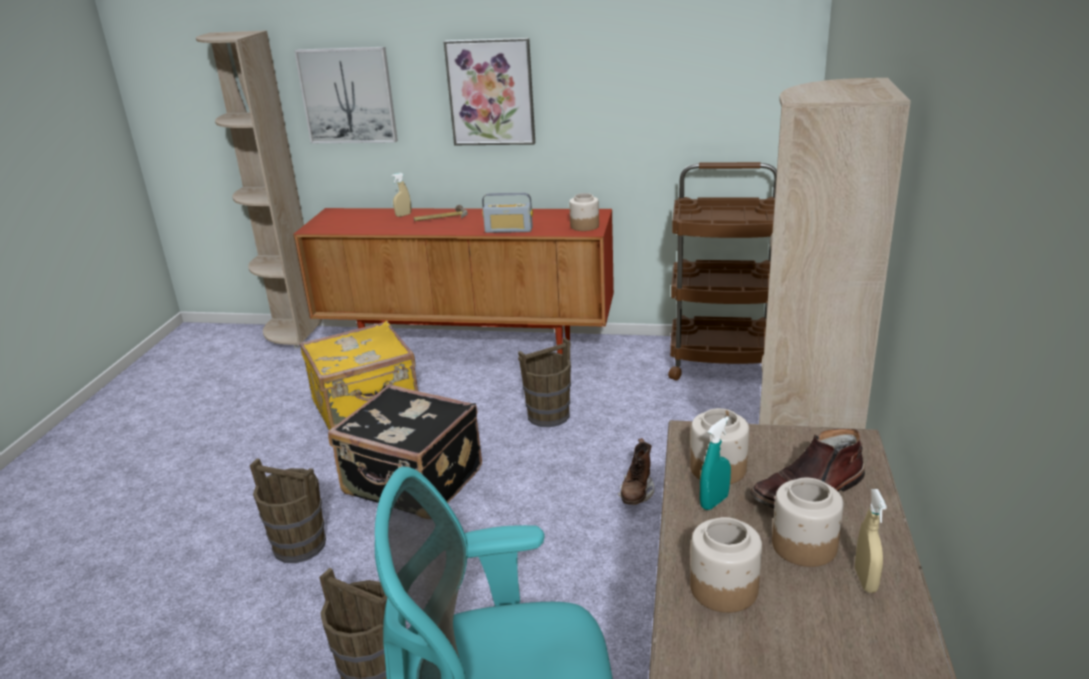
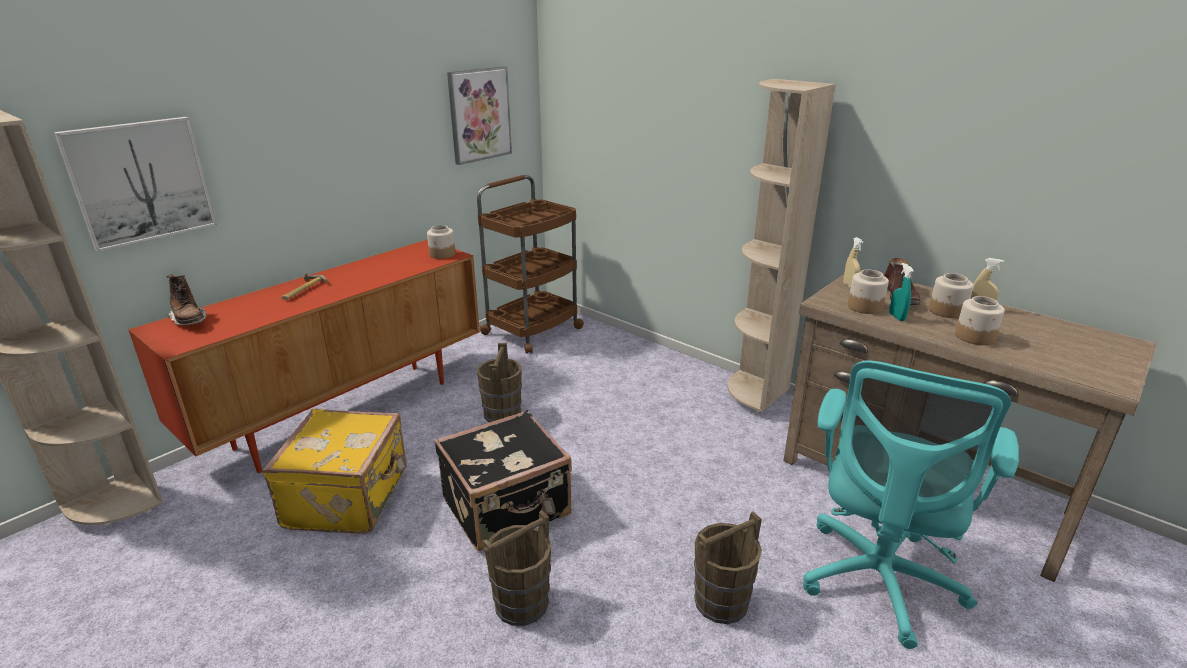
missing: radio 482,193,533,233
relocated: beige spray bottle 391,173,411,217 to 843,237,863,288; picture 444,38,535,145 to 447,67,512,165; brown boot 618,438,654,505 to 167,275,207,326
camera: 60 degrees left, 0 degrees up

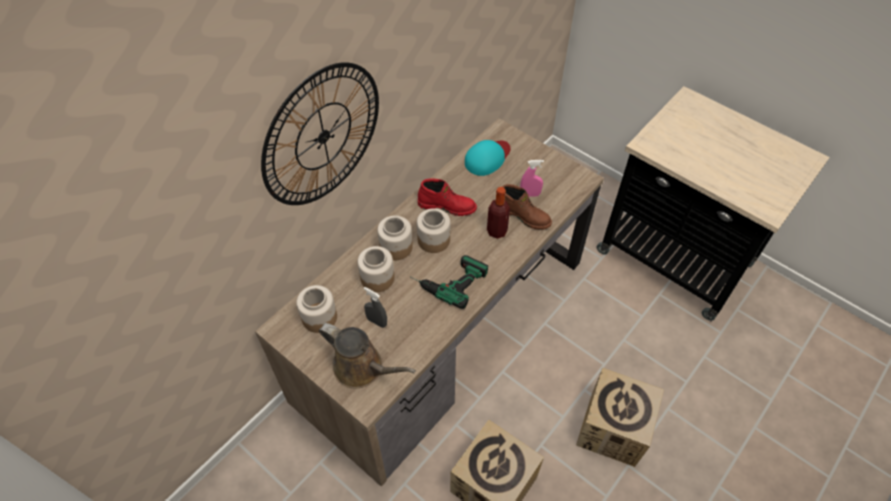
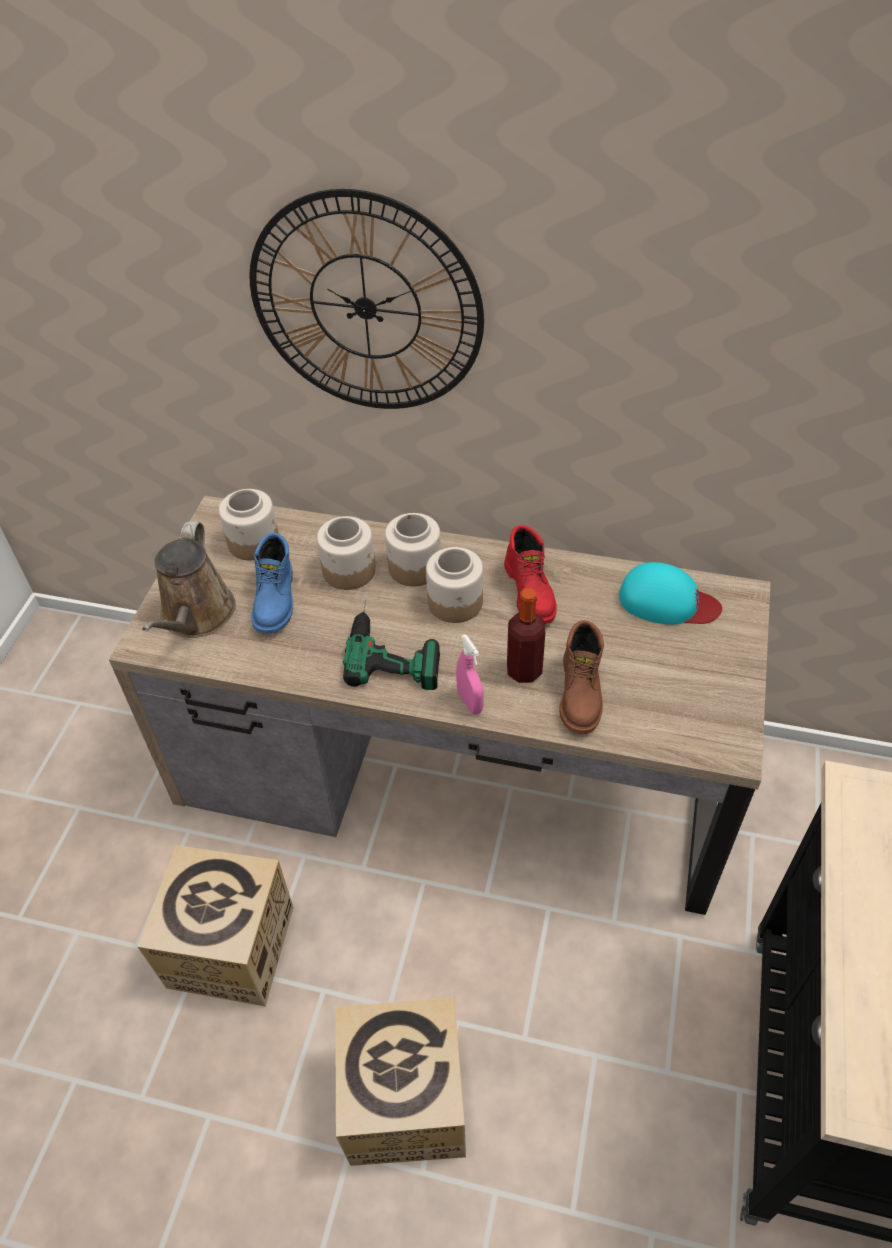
relocated: pink spray bottle 520,160,544,197 to 456,634,484,715
exchanged: grey spray bottle 363,287,387,328 to blue boot 251,532,293,634
camera: 65 degrees right, 5 degrees down

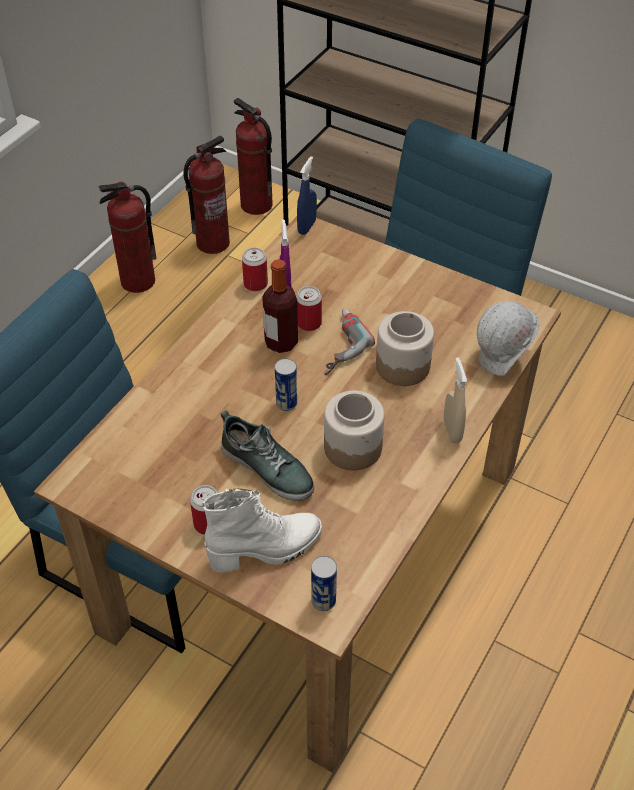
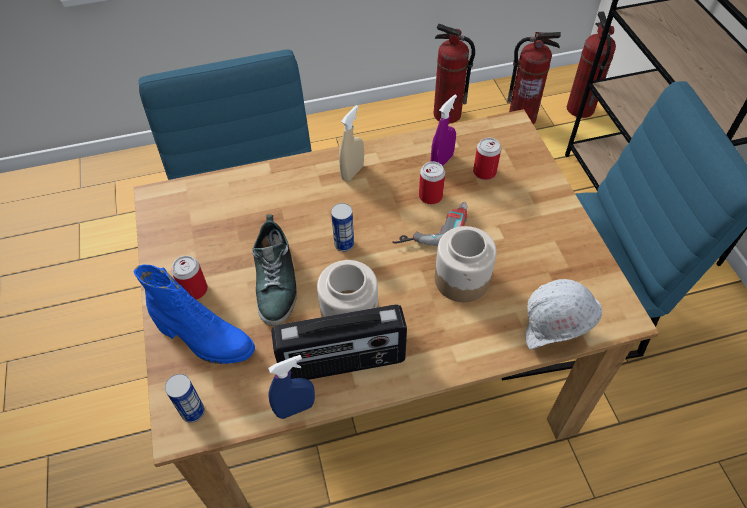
missing: bottle 262,259,298,353
appeared: radio 271,305,407,380
relocated: can 242,247,268,291 to 473,138,501,180; blue spray bottle 297,156,317,235 to 268,355,315,419; beige spray bottle 444,357,467,443 to 339,105,364,181
colour: white boot 202,488,322,573 to blue boot 134,265,255,364
camera: 45 degrees right, 5 degrees up

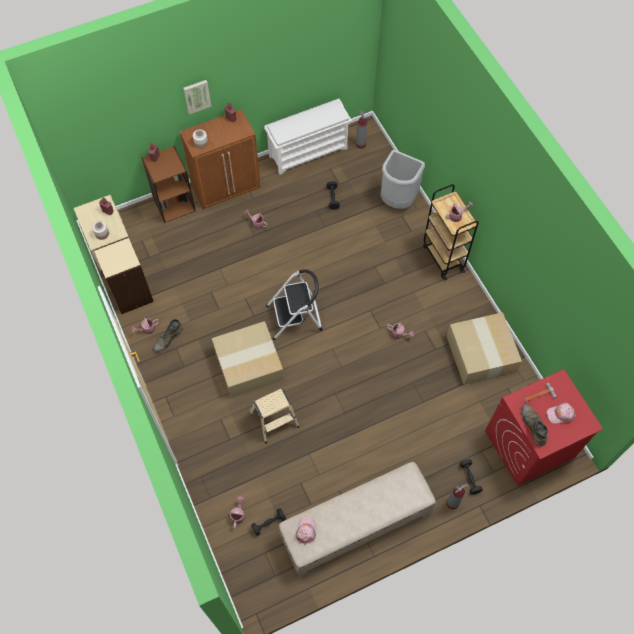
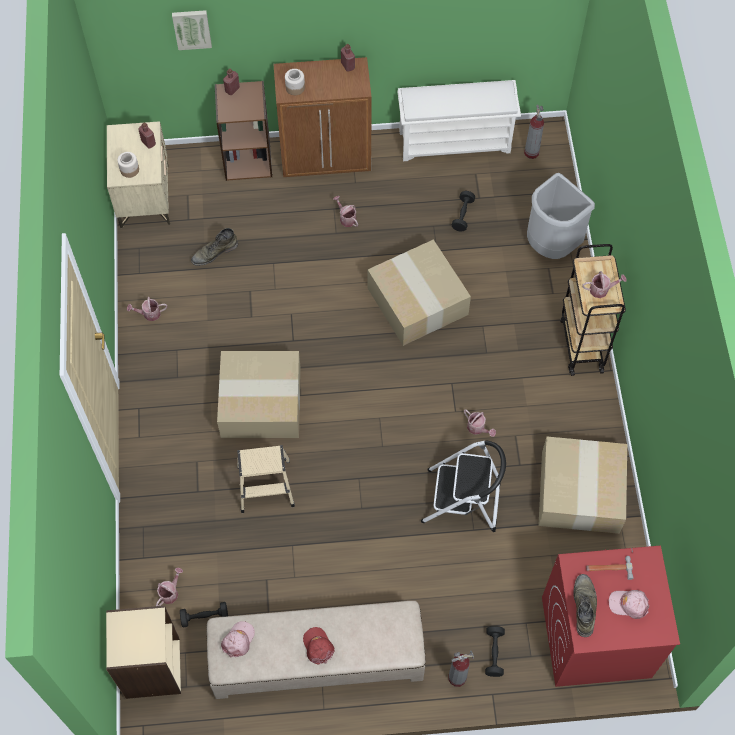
appeared: red cap 303,627,335,665; cardboard box 368,239,471,346
relocated: beige bookcase 94,237,154,314 to 106,605,181,699; green boot 153,319,183,353 to 191,228,238,266; picture 183,80,211,115 to 172,10,212,50; step ladder 266,270,323,340 to 421,440,506,532
camera: 20 degrees right, 0 degrees up

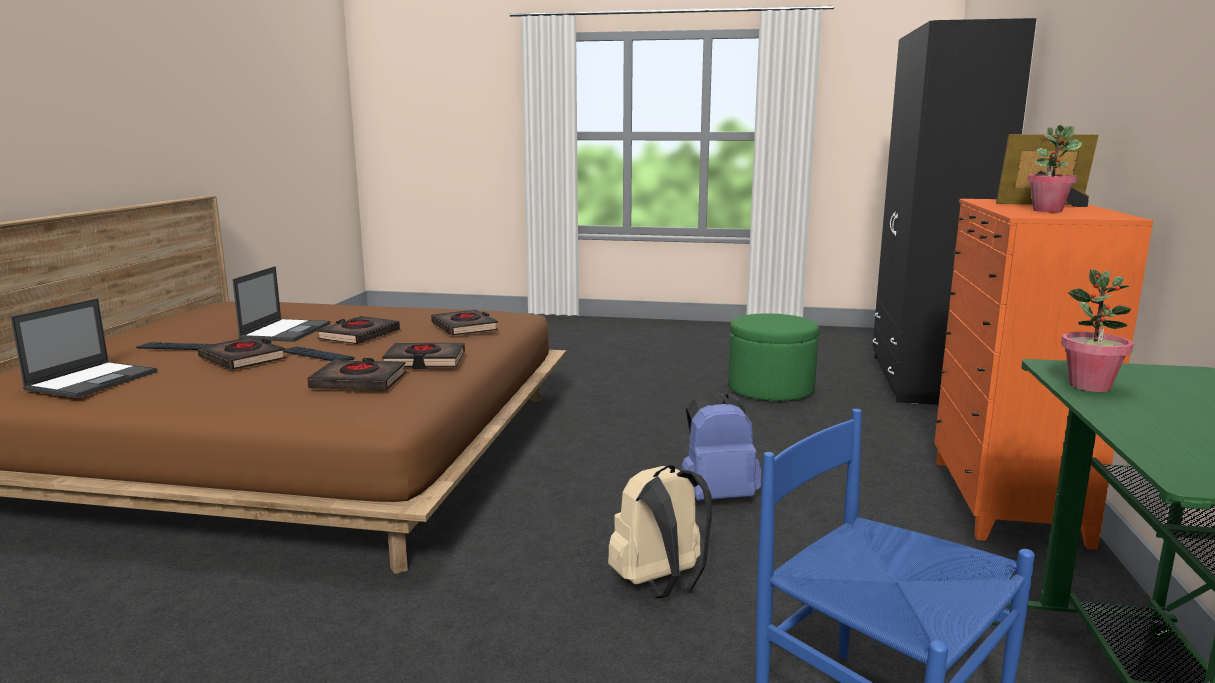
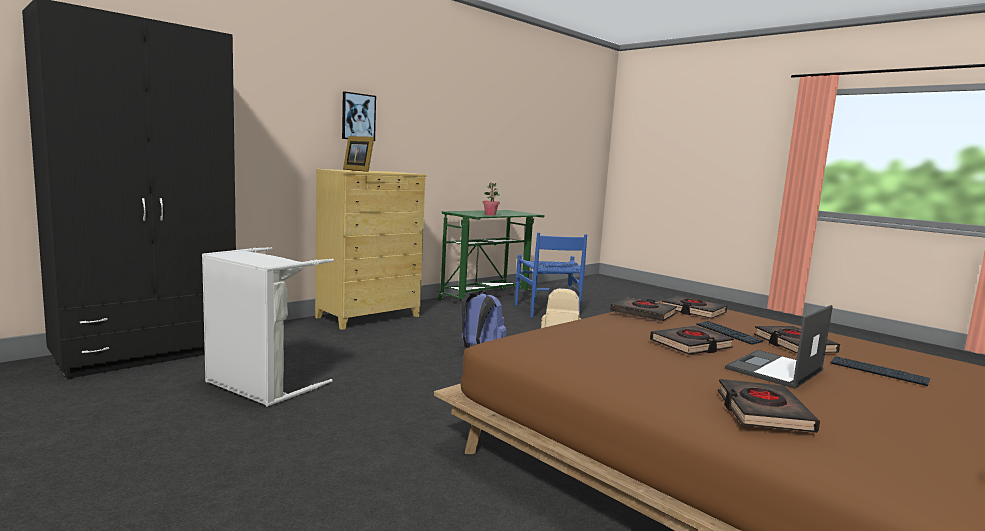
missing: laptop 11,298,157,398; potted plant 1027,125,1082,212
appeared: picture 342,91,376,141
relocated: black book 431,310,498,336 to 718,379,820,433
exchanged: green ottoman 728,313,819,402 to grey laundry basket 202,247,334,407
colour: orange dresser 934,199,1153,550 to beige dresser 315,169,427,330
camera: 145 degrees left, 5 degrees down

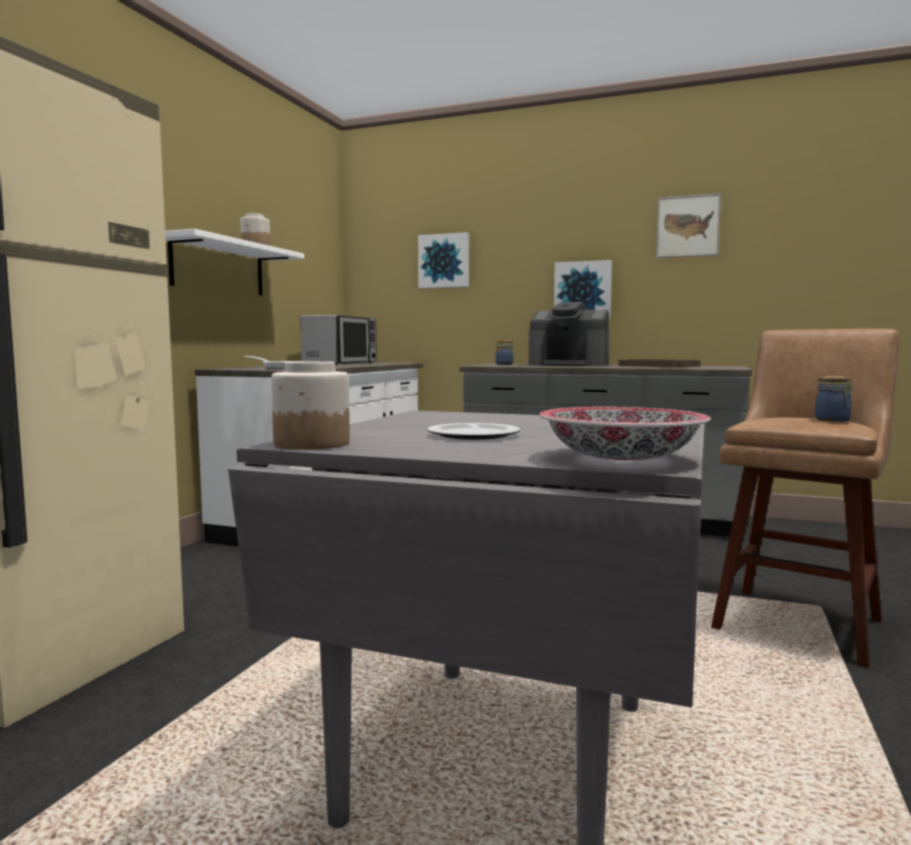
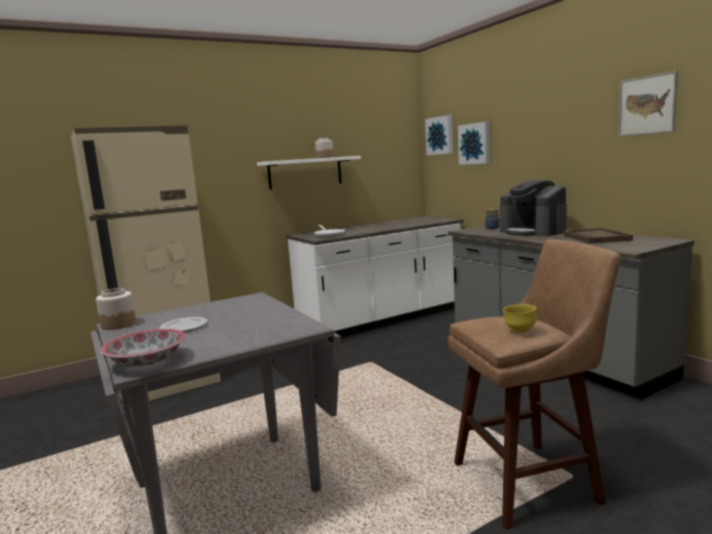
missing: microwave 300,315,377,365
relocated: picture 554,260,612,318 to 425,115,453,155
exchanged: jar 815,376,853,422 to yellow bowl 503,304,537,333
camera: 40 degrees right, 5 degrees up

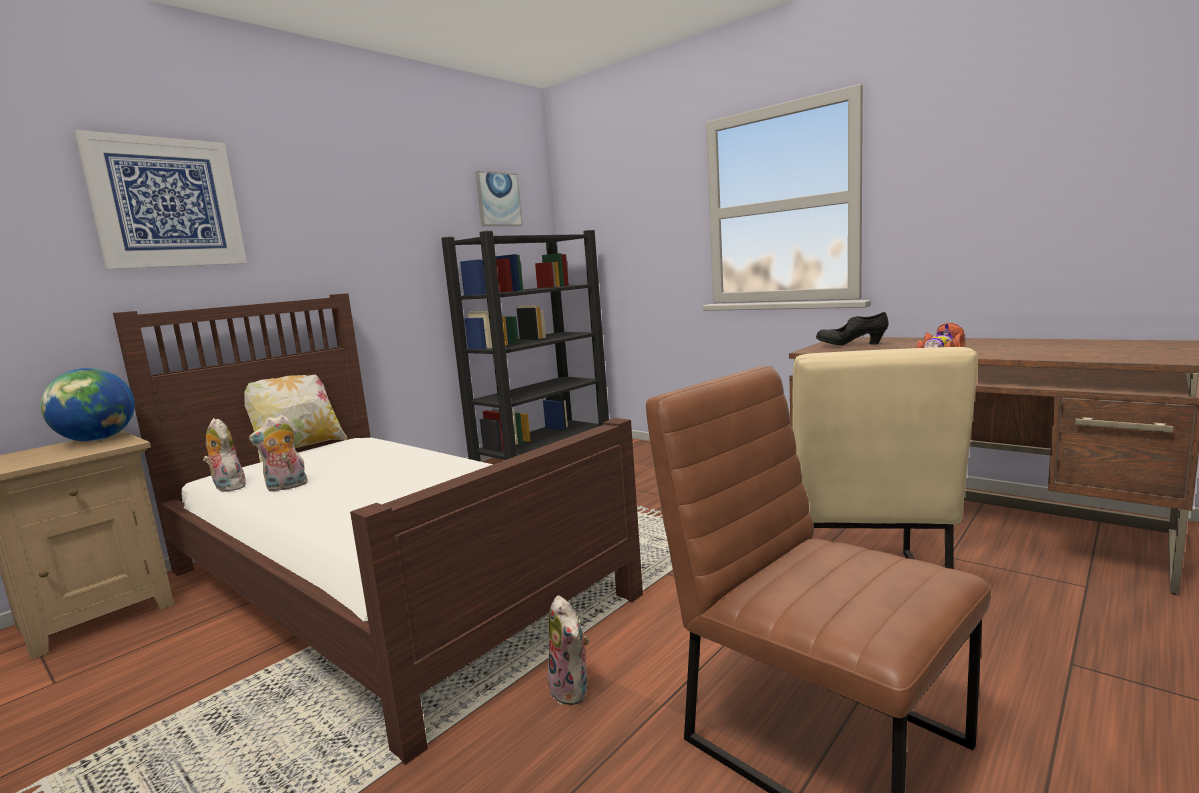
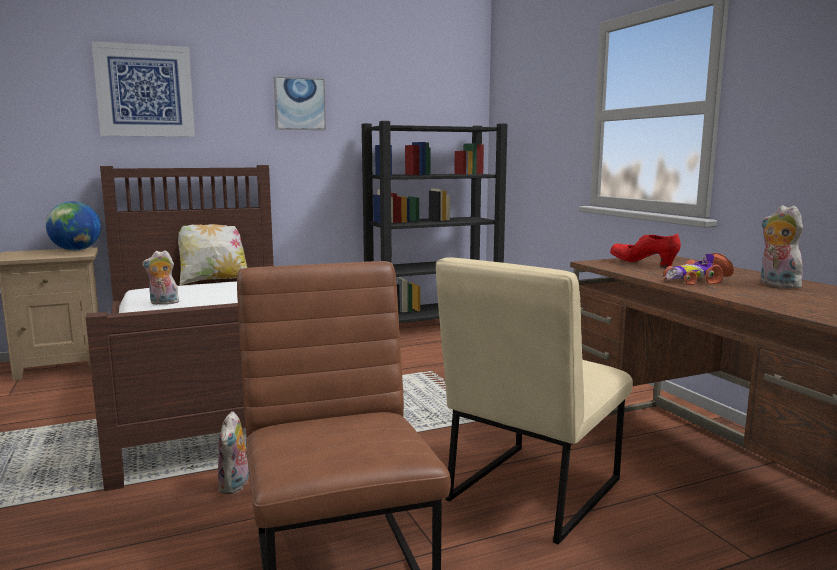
relocated: plush toy 203,418,246,492 to 761,205,803,288; picture 475,171,523,226 to 274,76,326,130
colour: black shoe 816,312,889,345 to red shoe 610,234,681,267
camera: 25 degrees right, 0 degrees up

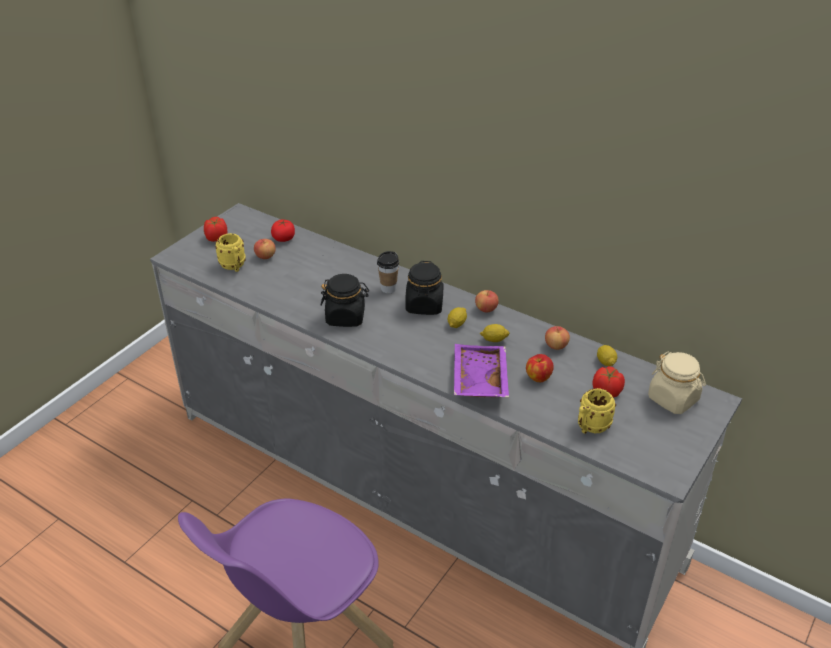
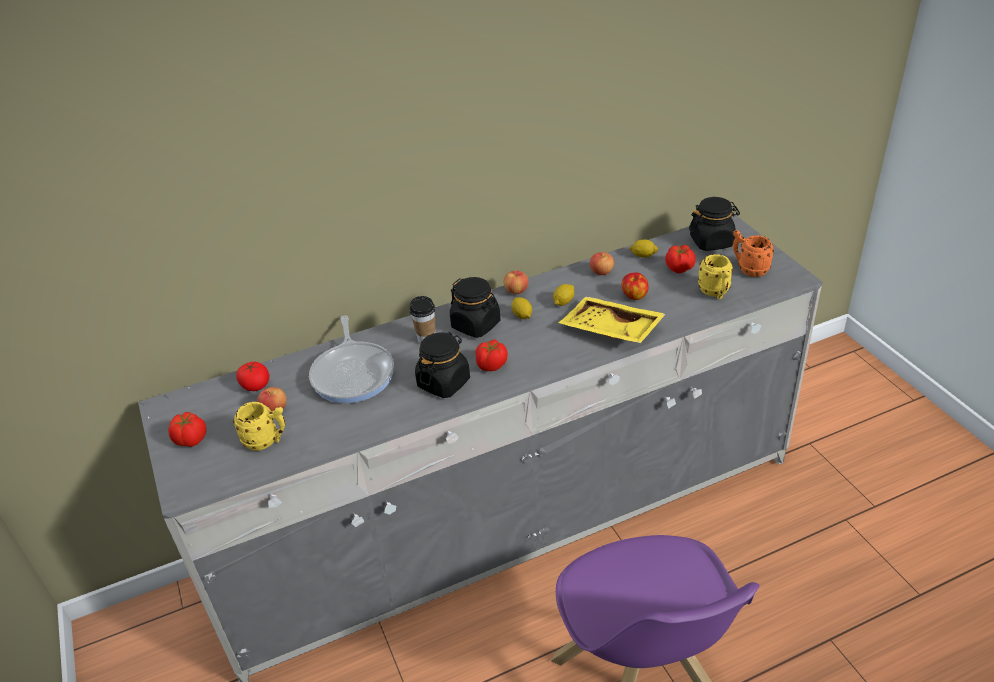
appeared: frying pan 309,315,394,403; tomato 475,339,508,371; orange mug 733,230,774,277
colour: purple tray 454,344,509,397 to yellow tray 559,297,666,343; beige jar 648,351,706,414 to black jar 689,197,740,251
camera: 55 degrees left, 0 degrees up

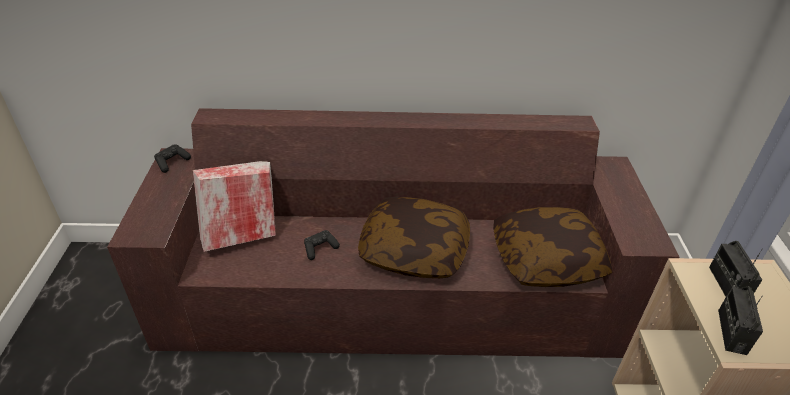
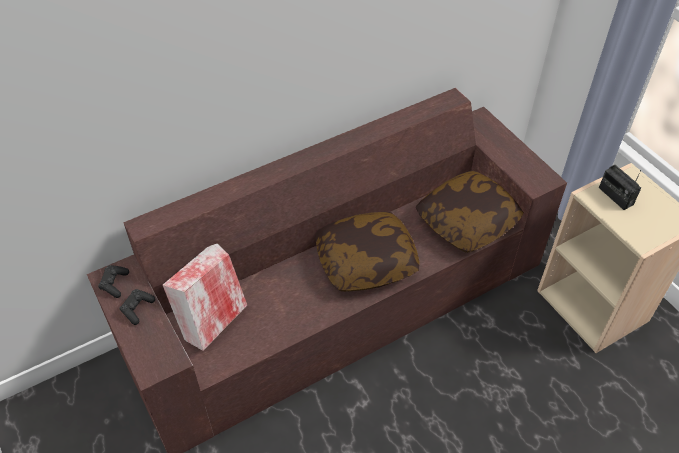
missing: radio 718,286,763,355
relocated: black game controller 304,230,340,260 to 119,289,155,325
camera: 30 degrees left, 10 degrees up

